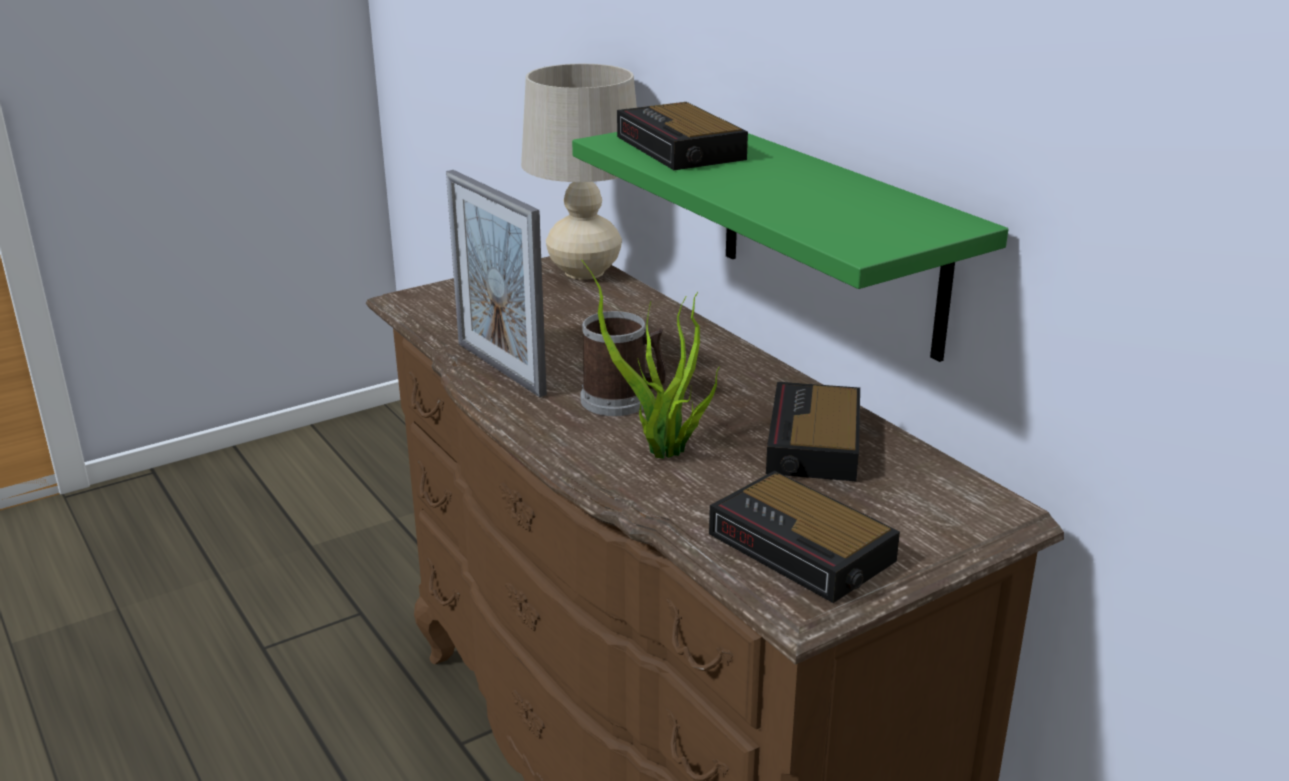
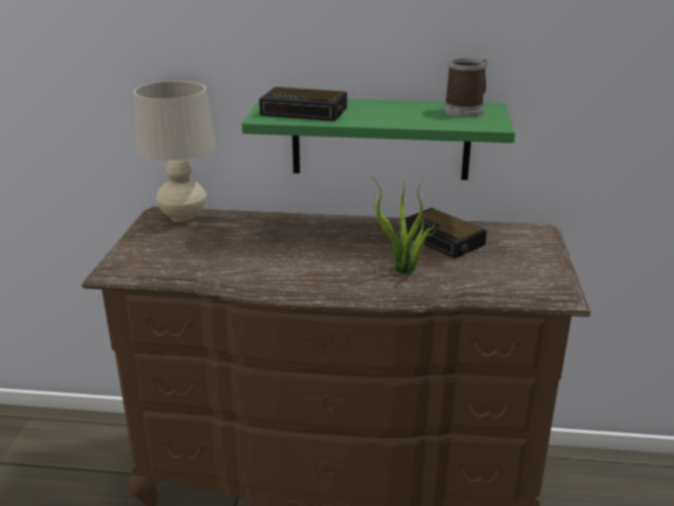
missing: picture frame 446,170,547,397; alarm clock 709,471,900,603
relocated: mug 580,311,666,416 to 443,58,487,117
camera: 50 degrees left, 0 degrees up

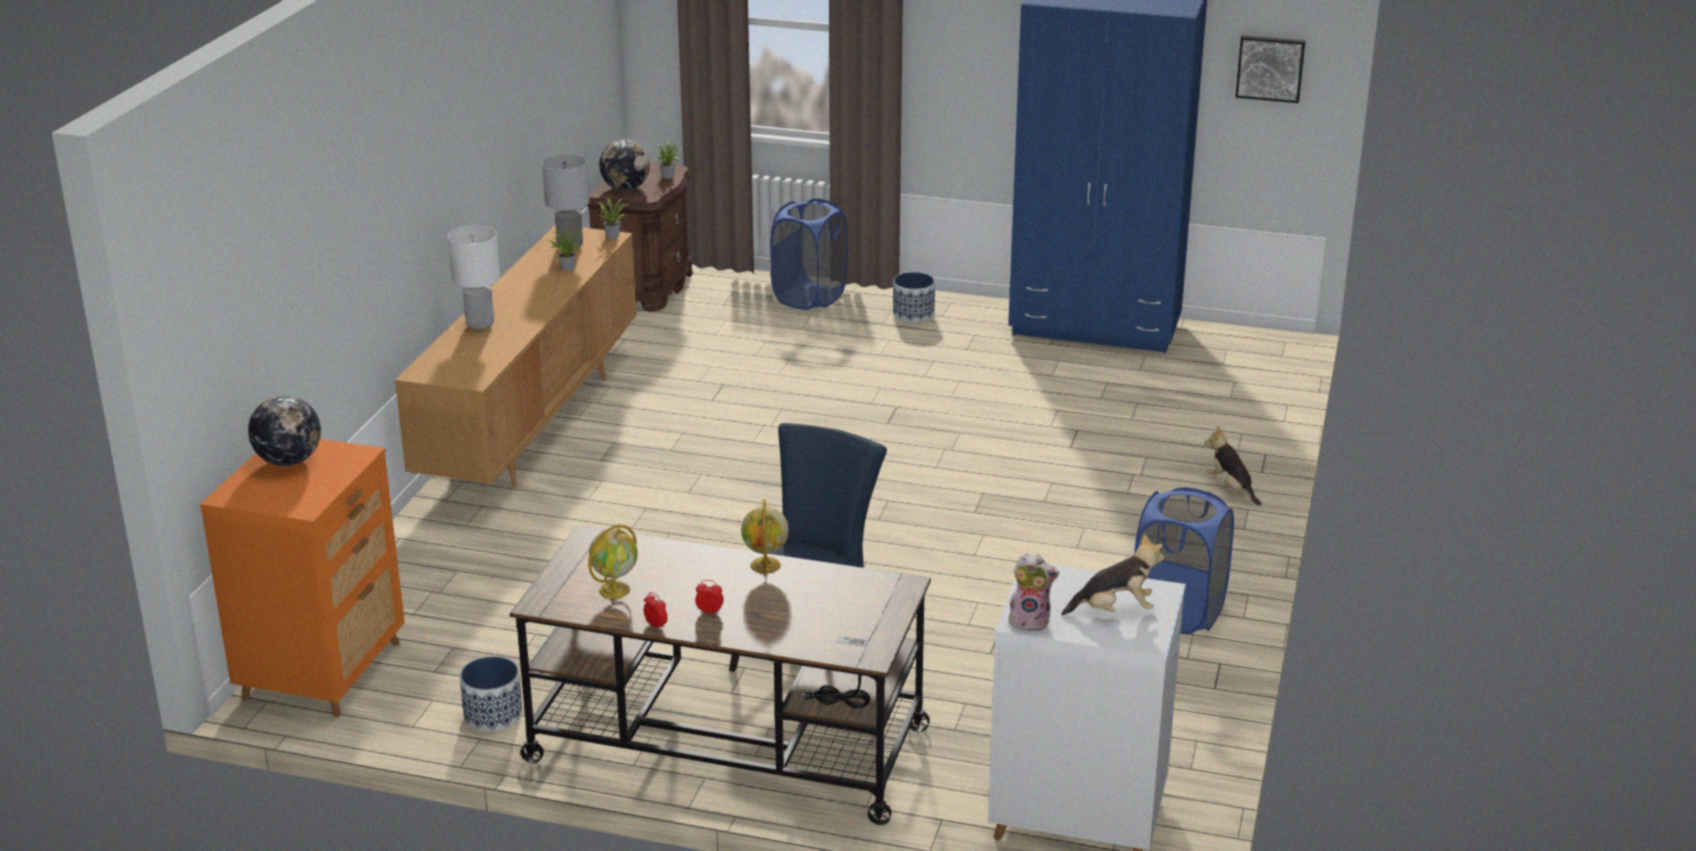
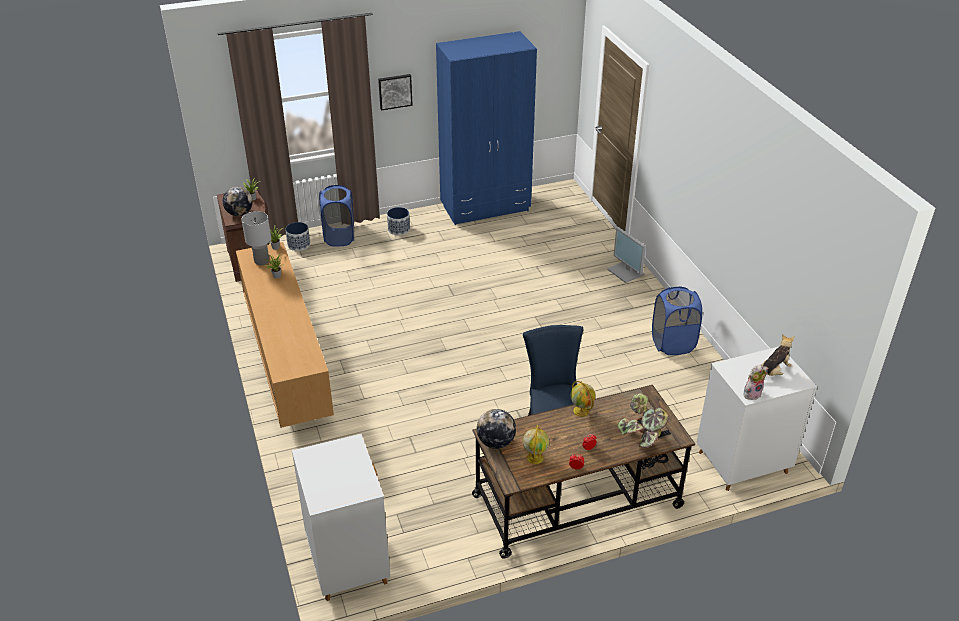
missing: white table lamp 448,226,500,329
appeared: potted plant 617,393,669,448
relocated: globe 248,395,321,466 to 477,409,516,449; planter 460,656,522,732 to 285,222,310,251; picture 1235,35,1305,103 to 378,74,413,111
exchanged: plush toy 1204,426,1261,506 to monitor 607,227,646,283
colour: orange dresser 200,439,405,718 to white dresser 292,434,390,601
camera: 35 degrees left, 10 degrees up

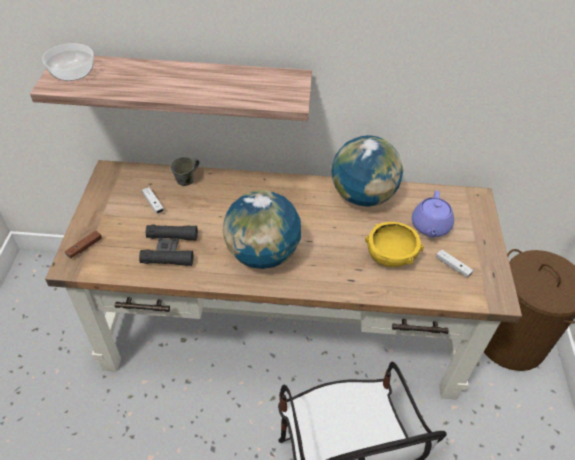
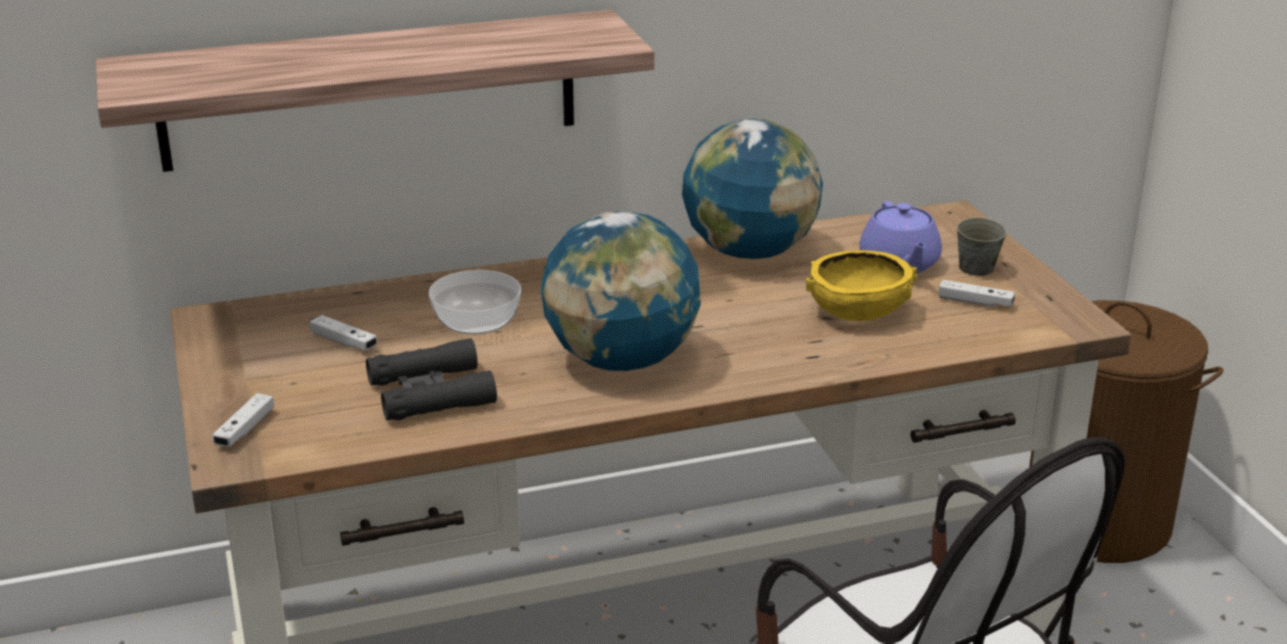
relocated: bowl 42,43,94,81 to 429,270,521,335; grey mug 170,157,200,186 to 957,217,1007,276
colour: brown game controller 65,230,102,258 to white game controller 212,393,274,447
camera: 20 degrees left, 20 degrees down

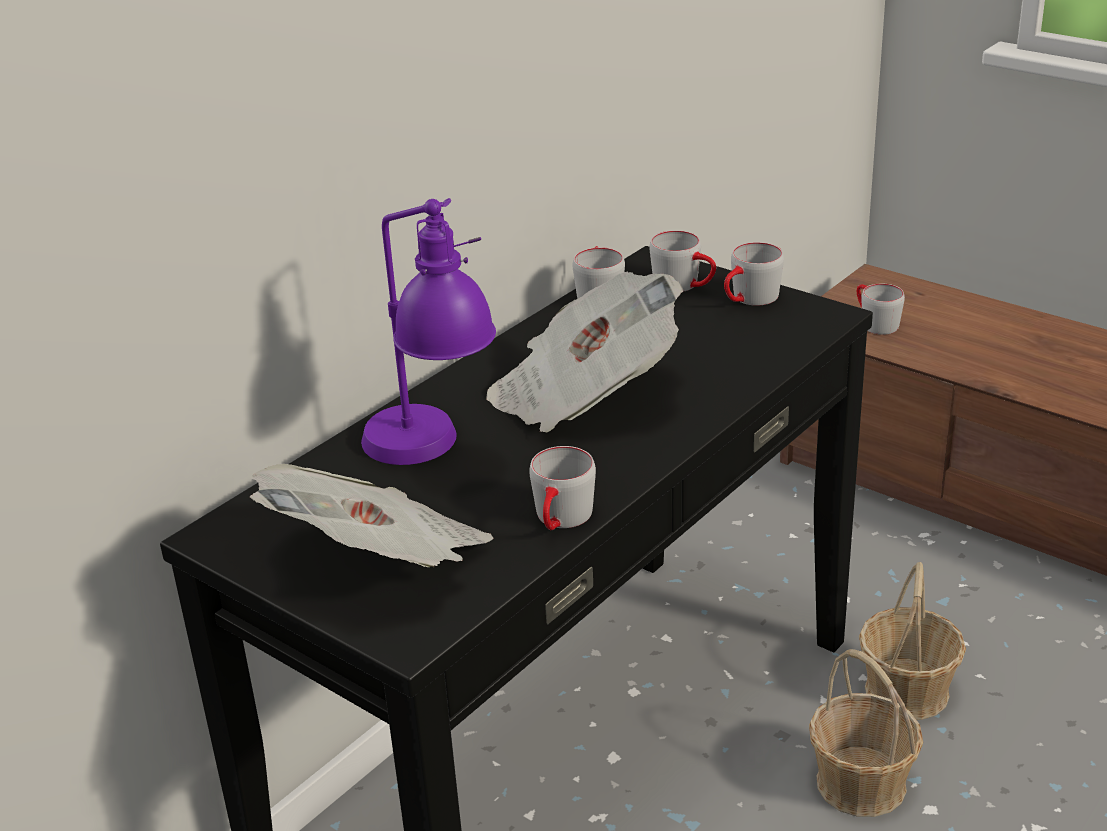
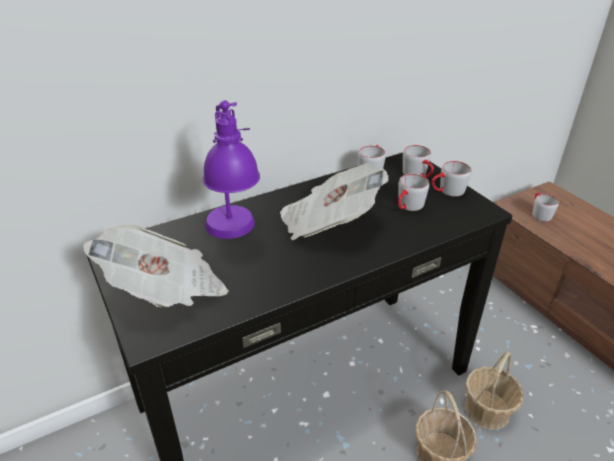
relocated: grey mug 529,446,596,530 to 398,174,429,211
camera: 20 degrees right, 5 degrees up

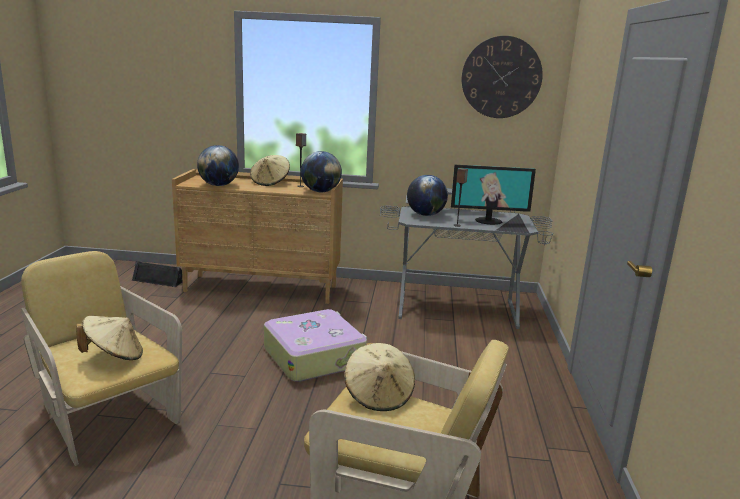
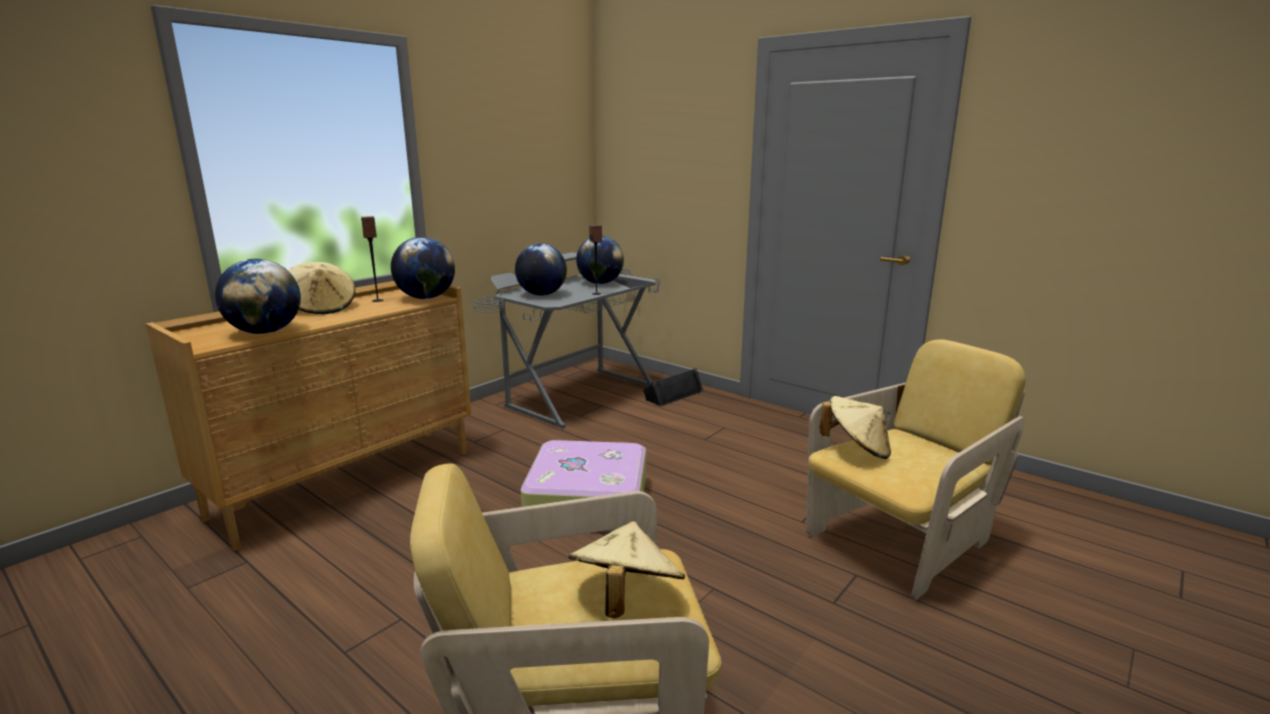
missing: wall clock 462,36,543,118
relocated: black speaker 132,261,183,287 to 643,368,704,407
exchanged: monitor 451,165,536,225 to globe 576,236,624,284
camera: 55 degrees left, 0 degrees up

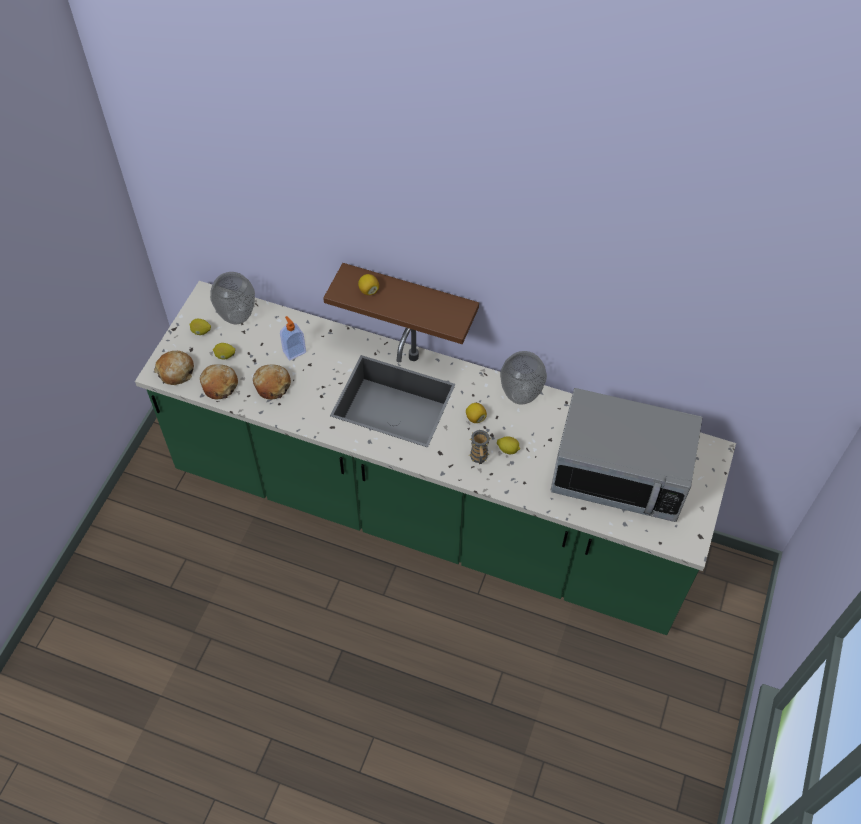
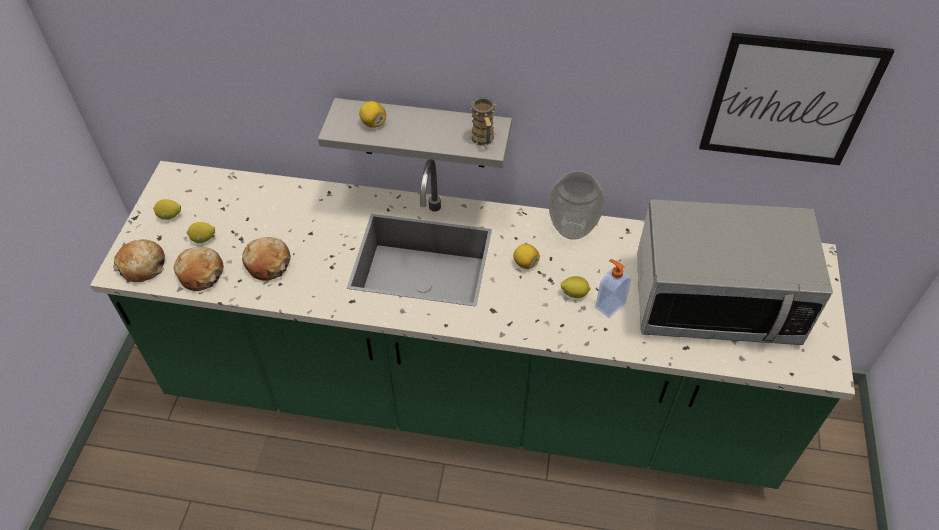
missing: vase 210,272,255,324
appeared: picture 699,33,894,165
relocated: soap dispenser 280,316,306,360 to 595,259,631,318; mug 469,430,491,464 to 470,97,497,146
colour: brown shelf 323,263,479,344 to grey shelf 318,98,512,168
camera: 10 degrees left, 5 degrees down

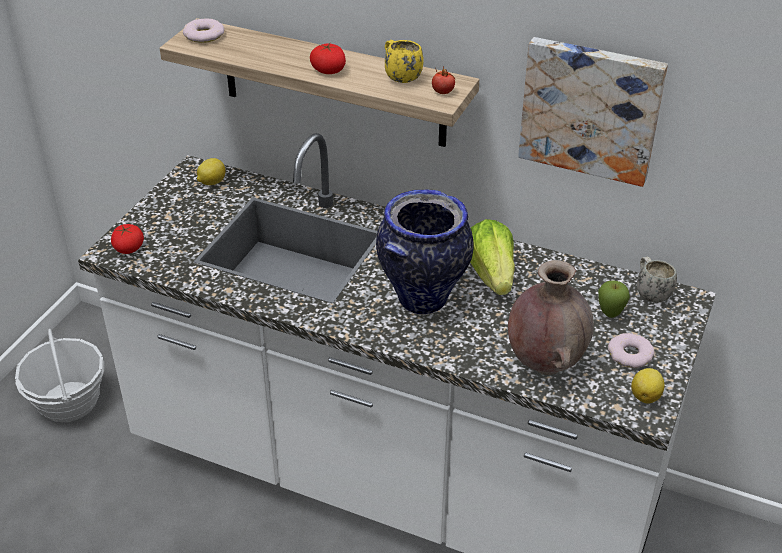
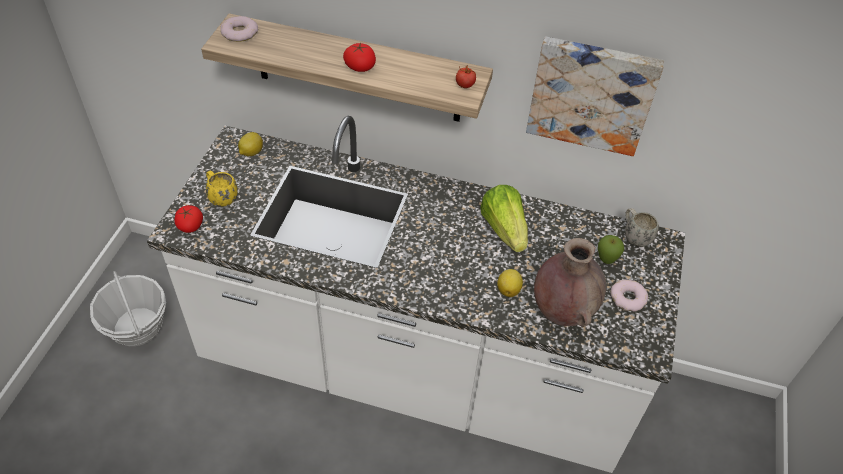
missing: vase 376,189,474,314
relocated: yellow mug 385,40,423,83 to 206,171,238,207; lemon 631,368,665,404 to 497,269,523,297
camera: 10 degrees left, 10 degrees up

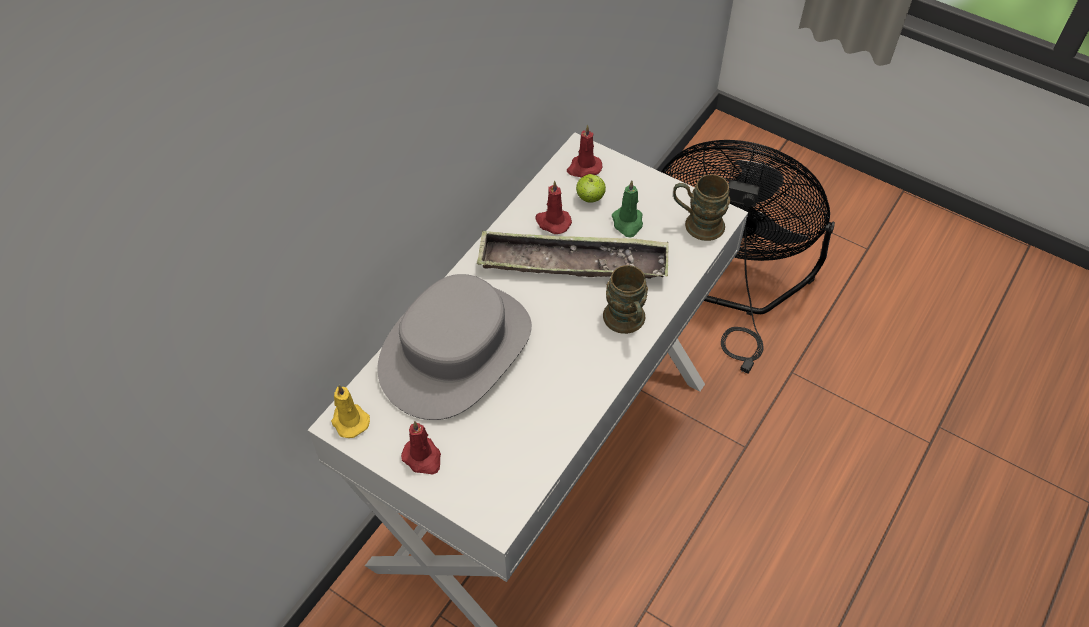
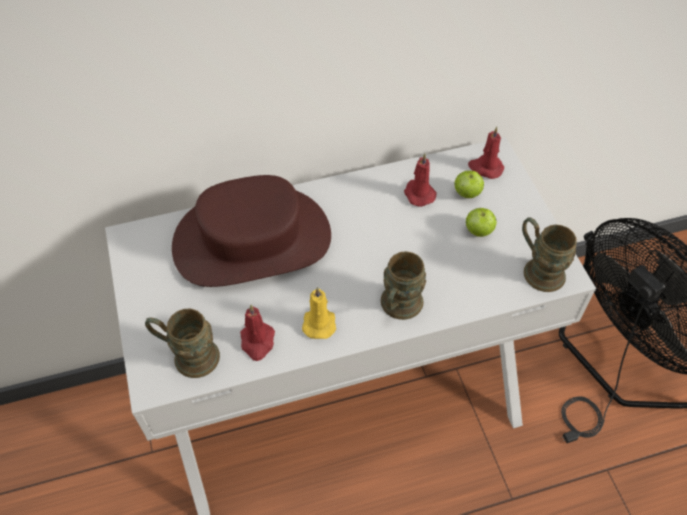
missing: tray 477,231,669,278
appeared: brown mug 145,309,220,378
relocated: yellow candle 331,385,370,438 to 302,287,336,339; red candle 401,421,441,475 to 240,305,275,361
exchanged: green candle 612,180,643,237 to apple 466,208,497,237
colour: grey hat 378,274,532,420 to brown hat 172,175,331,287
camera: 40 degrees right, 0 degrees up

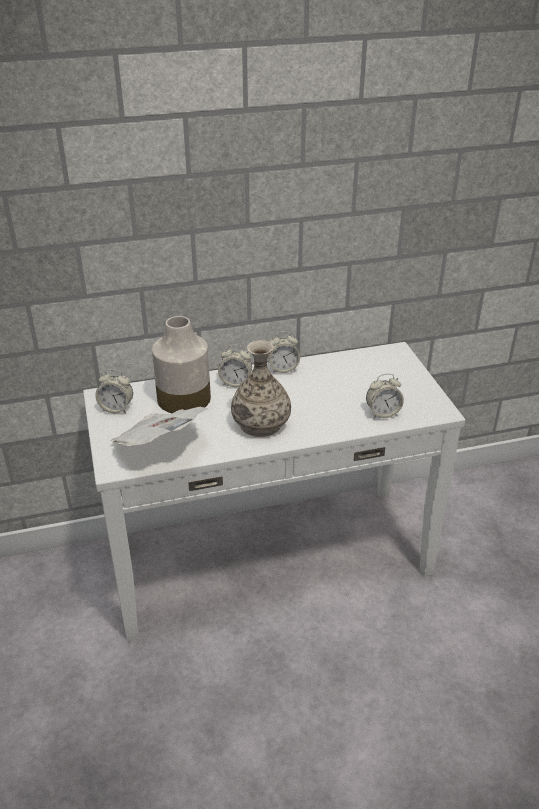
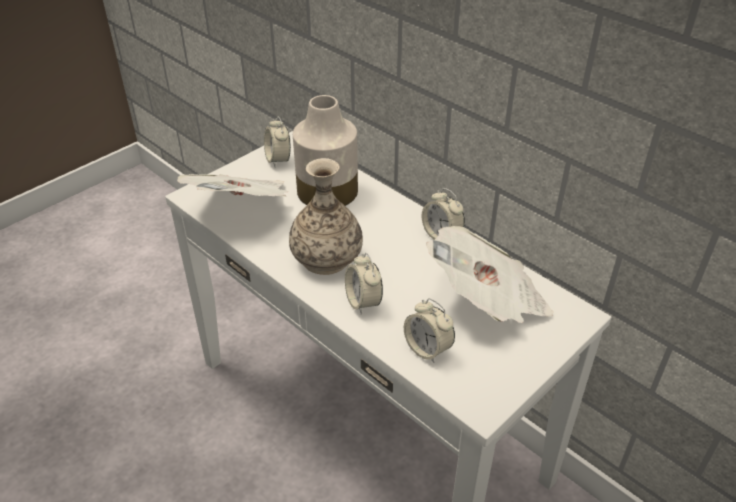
appeared: newspaper 426,226,554,323
relocated: alarm clock 218,345,252,387 to 345,253,383,315
camera: 60 degrees right, 5 degrees up

